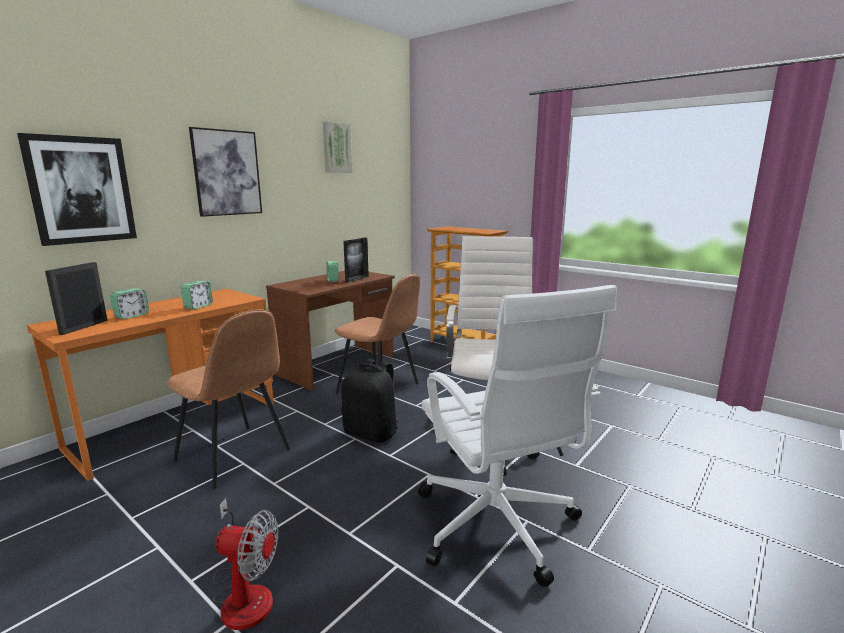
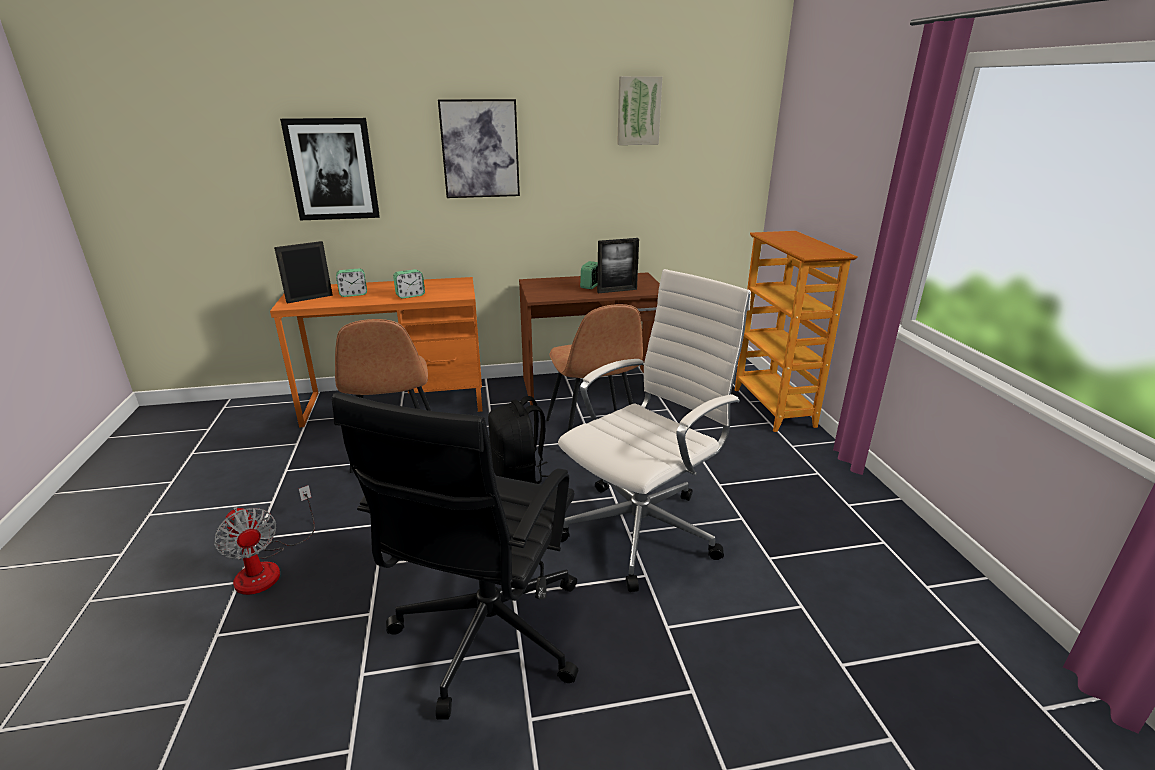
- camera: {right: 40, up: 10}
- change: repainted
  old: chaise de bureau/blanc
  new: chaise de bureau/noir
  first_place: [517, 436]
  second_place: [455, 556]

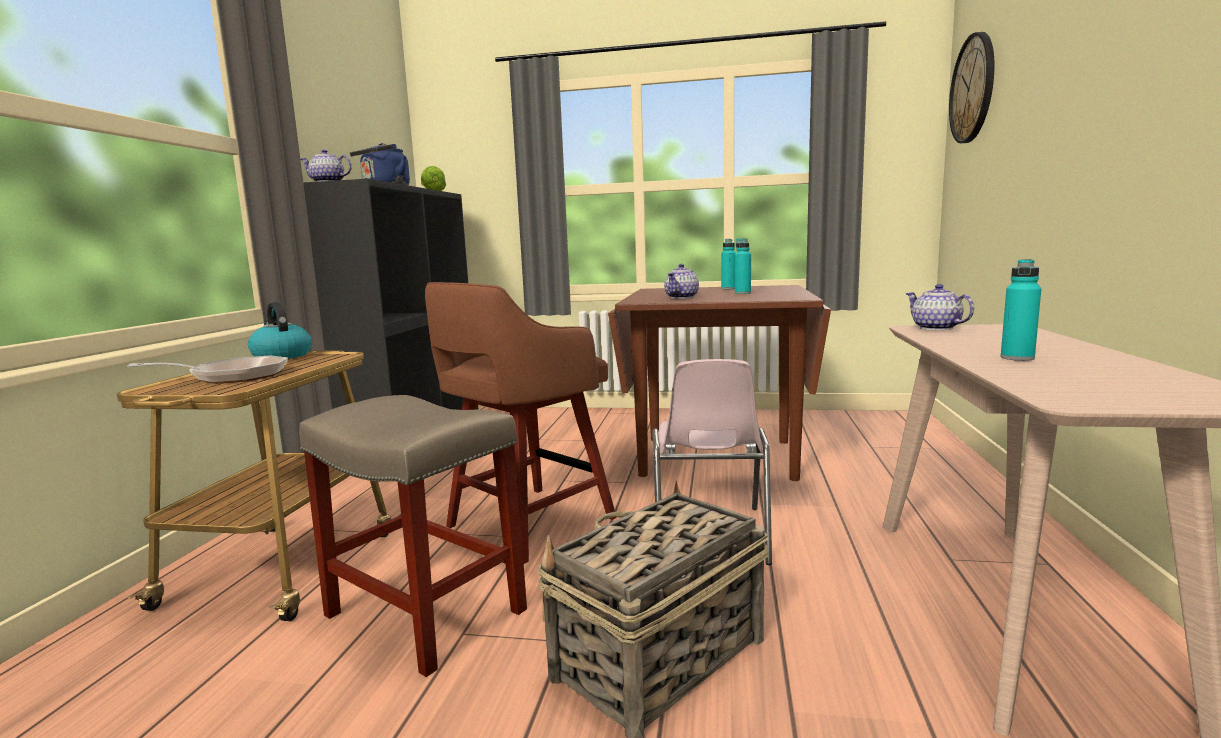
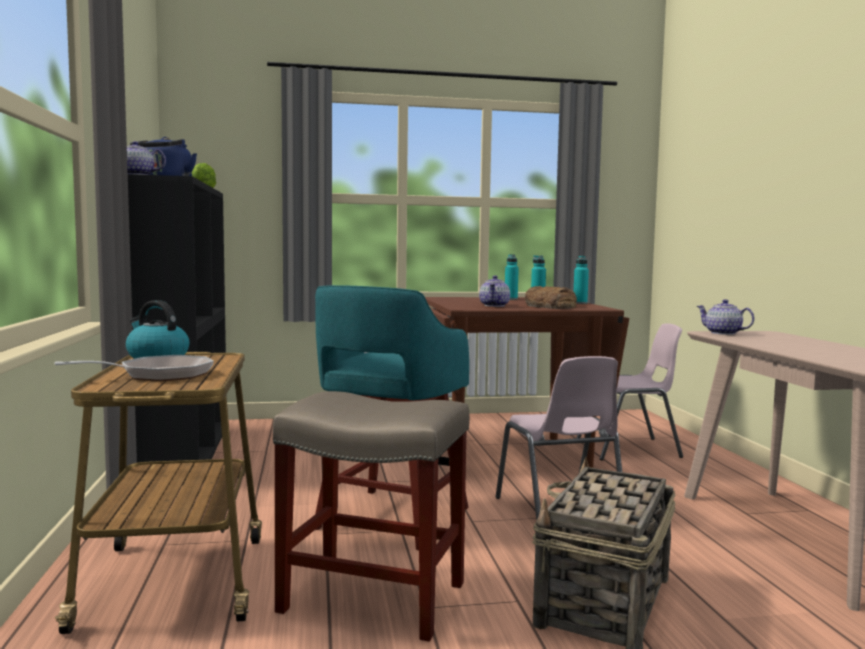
- camera: {right: -20, up: -5}
- change: gone
  old: horloge murale
  first_place: [972, 87]
- change: shifted
  old: bouteille/turquoise
  first_place: [1020, 310]
  second_place: [581, 280]
- change: repainted
  old: tabouret/marron
  new: tabouret/turquoise
  first_place: [521, 423]
  second_place: [392, 417]
- change: new
  new: pain
  second_place: [551, 297]
- change: new
  new: chaise/rose
  second_place: [630, 392]

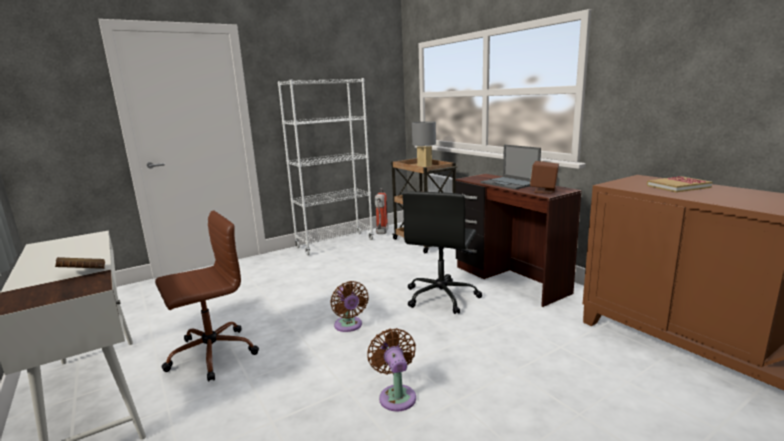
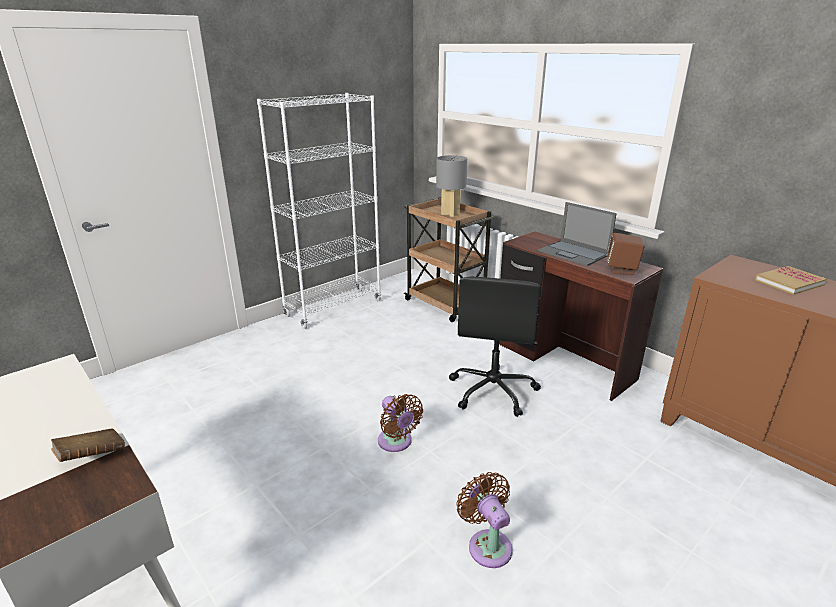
- camera: {right: -10, up: 10}
- change: gone
  old: extincteur
  first_place: [382, 211]
- change: gone
  old: chaise de bureau/marron
  first_place: [207, 296]

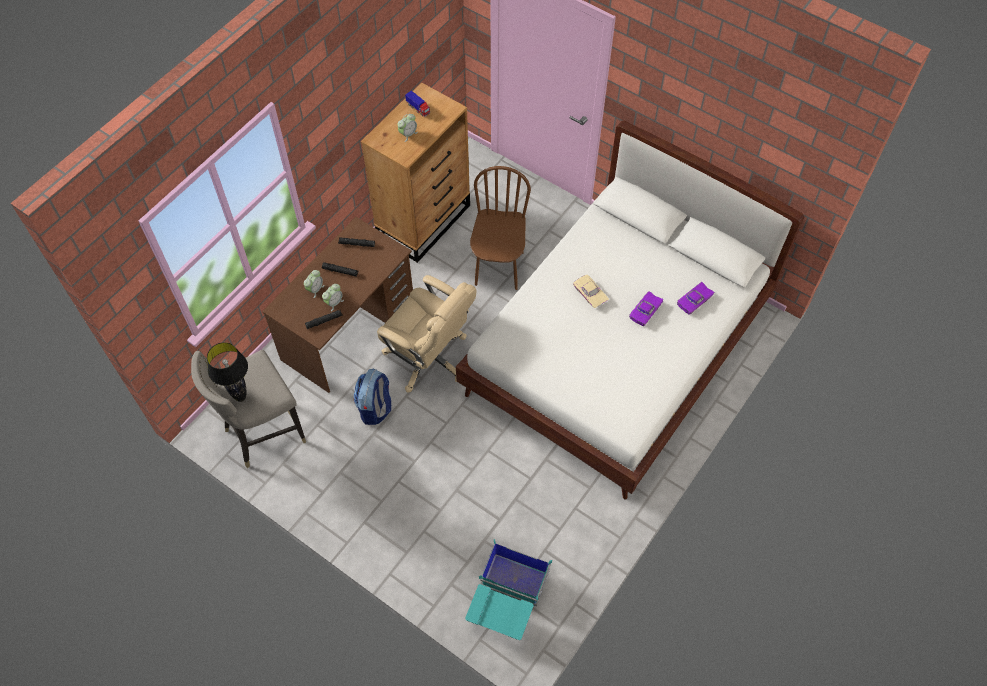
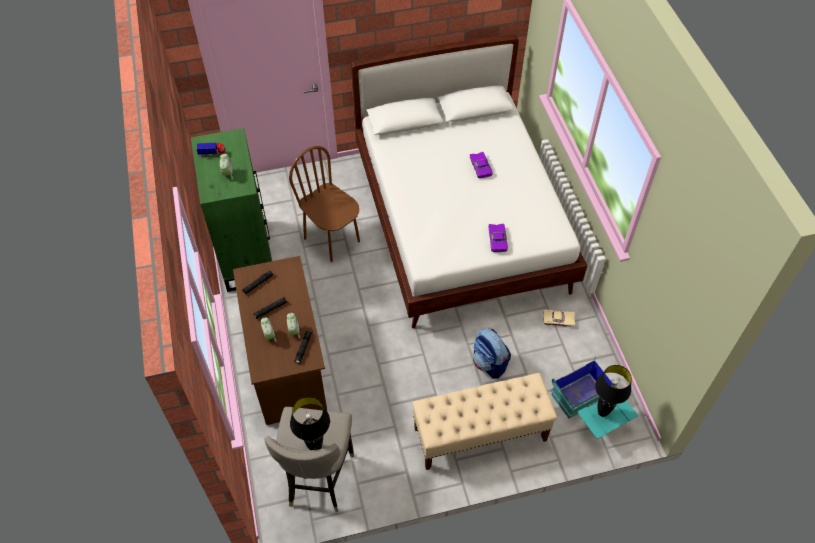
- camera: {right: -50, up: -5}
- change: repainted
  old: commode/marron
  new: commode/vert
  first_place: [415, 173]
  second_place: [231, 210]
- change: gone
  old: chaise de bureau/beige
  first_place: [426, 334]
- change: shifted
  old: petite voiture/beige
  first_place: [591, 291]
  second_place: [559, 318]
- change: shifted
  old: petite voiture/violet
  first_place: [696, 298]
  second_place: [498, 238]
- change: shifted
  old: sac à dos
  first_place: [372, 397]
  second_place: [492, 353]
- change: new
  new: lampe de table/noir
  second_place: [613, 391]
- change: new
  new: banc/beige
  second_place: [484, 421]

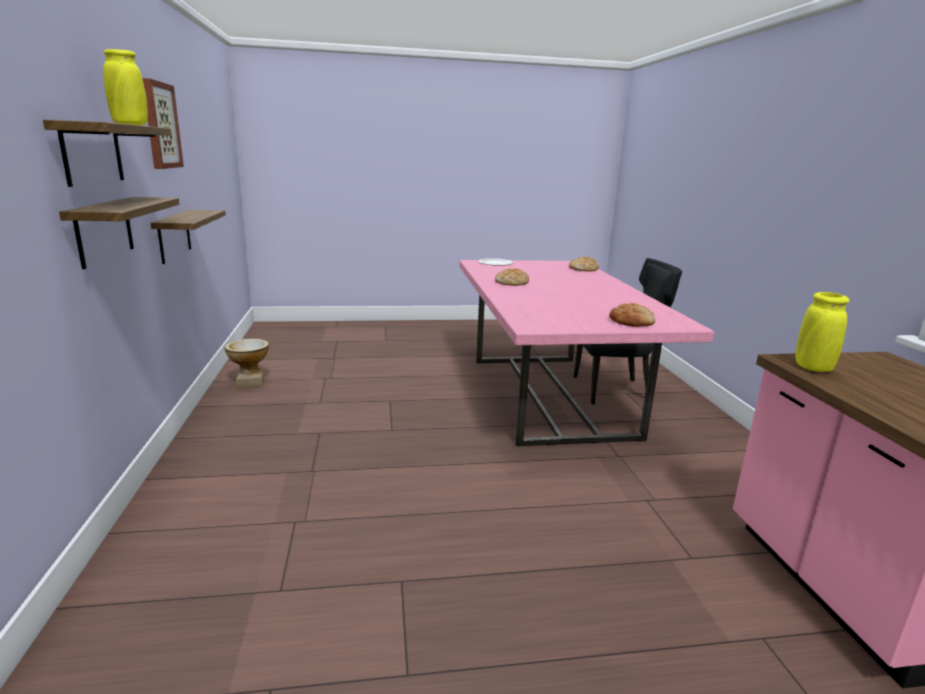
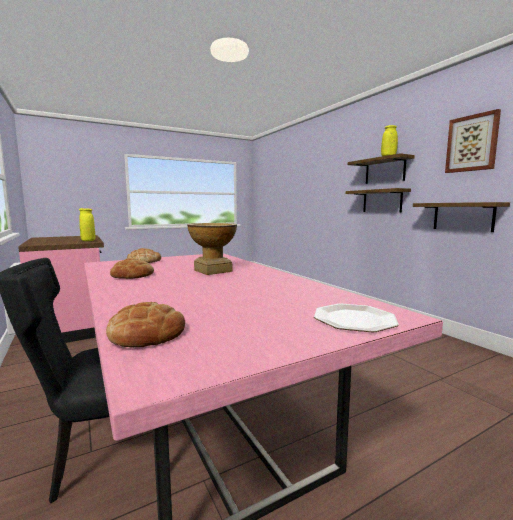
- camera: {right: 160, up: -10}
- change: shifted
  old: pain
  first_place: [512, 277]
  second_place: [132, 268]
- change: shifted
  old: vase
  first_place: [246, 363]
  second_place: [212, 249]

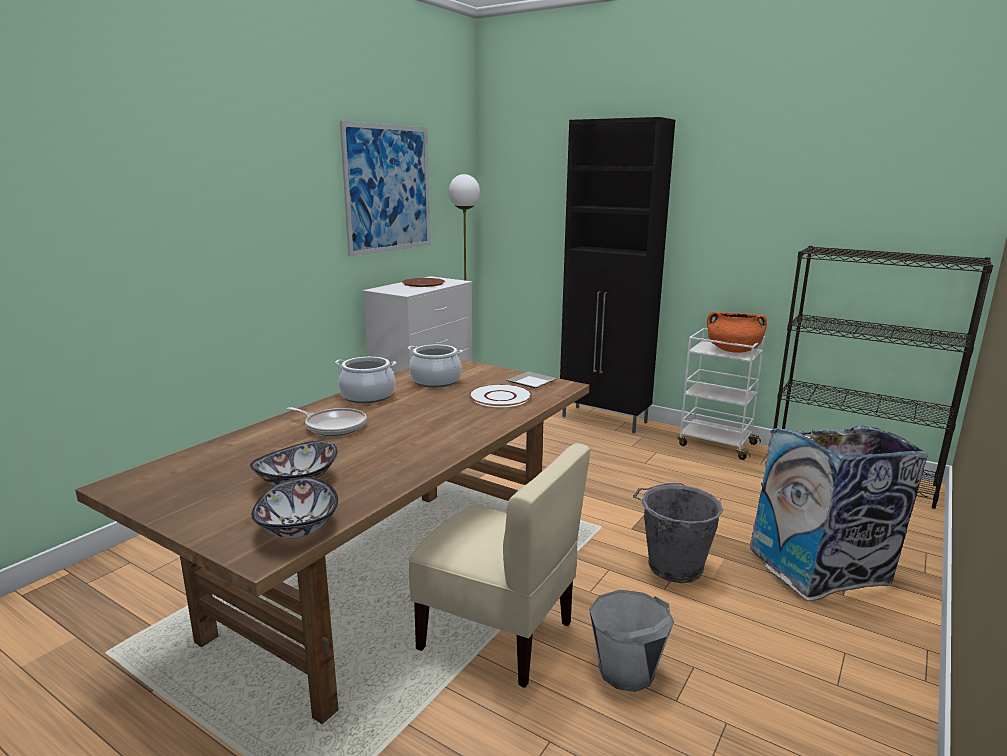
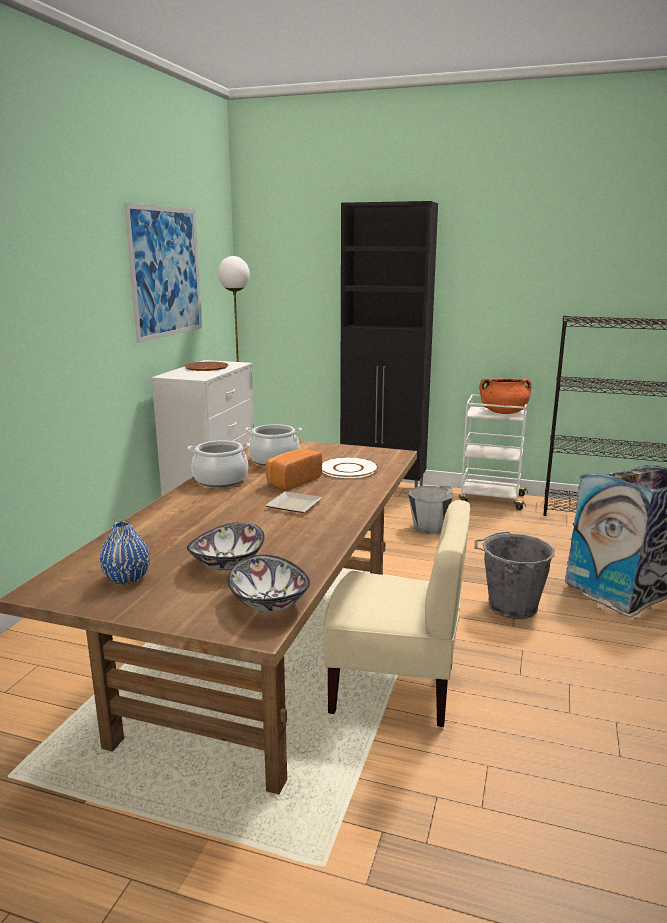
- camera: {right: -15, up: 0}
- change: shifted
  old: assiette
  first_place: [532, 379]
  second_place: [294, 502]
- change: gone
  old: poêle
  first_place: [327, 421]
- change: shifted
  old: seau/gris
  first_place: [631, 641]
  second_place: [431, 510]
- change: new
  new: pain
  second_place: [294, 469]
- change: new
  new: vase/bleu
  second_place: [125, 553]

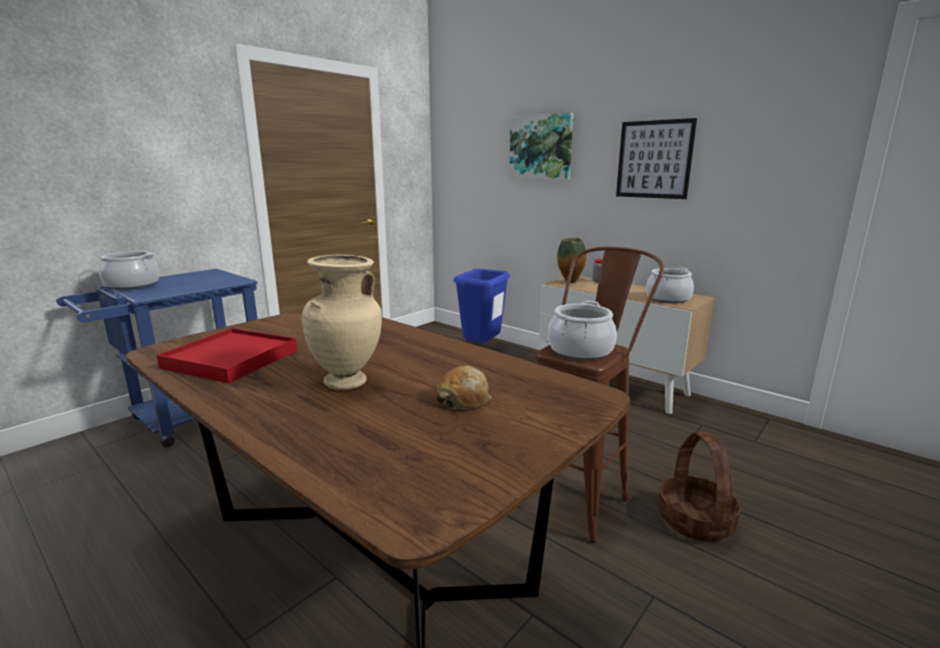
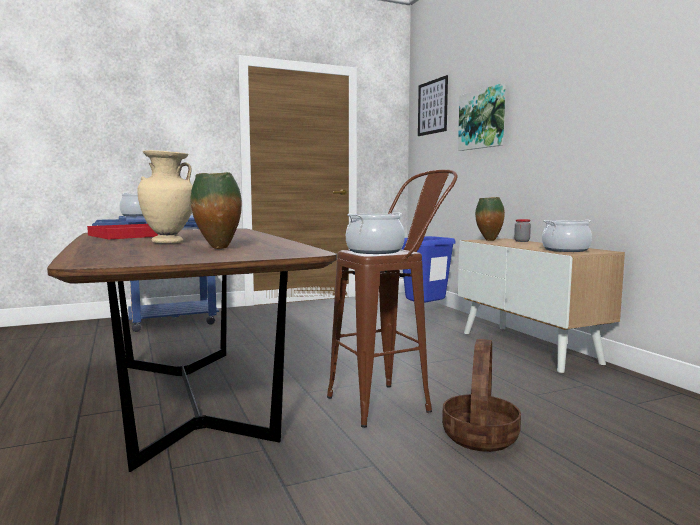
- camera: {right: 25, up: -10}
- change: shifted
  old: tableau
  first_place: [656, 158]
  second_place: [433, 105]
- change: swapped
  old: pain
  new: vase
  first_place: [463, 387]
  second_place: [216, 210]

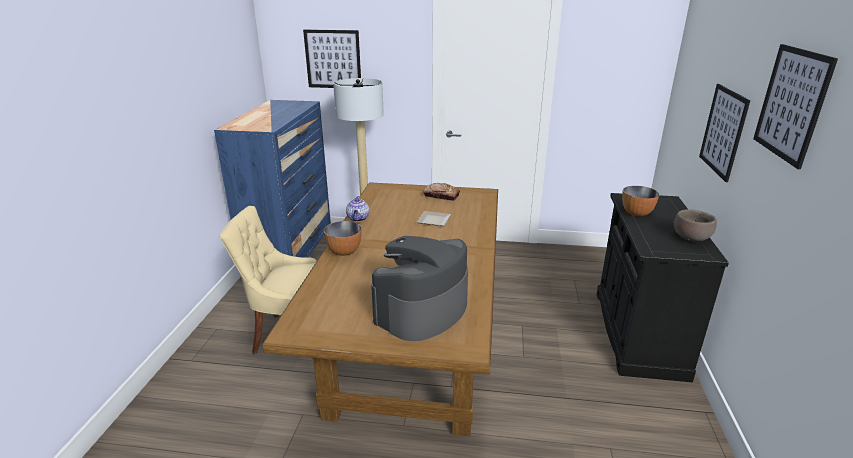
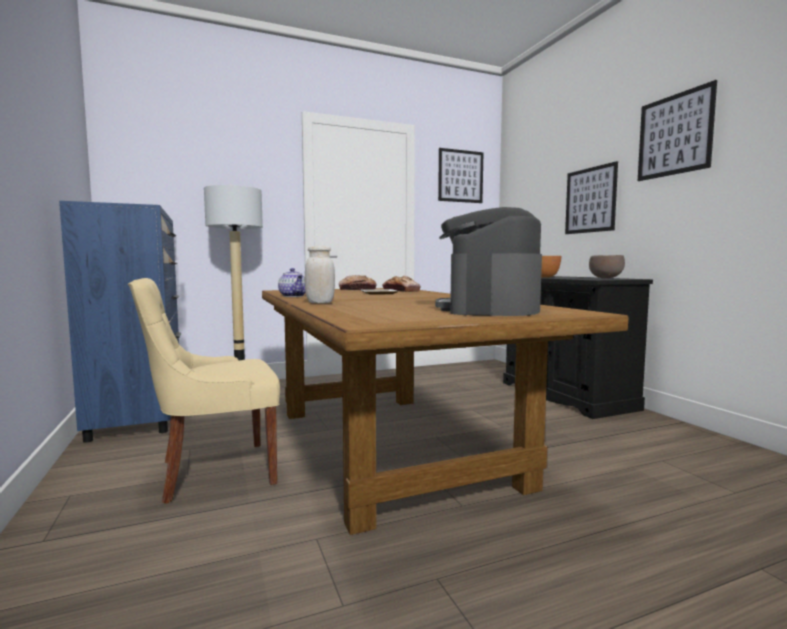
- camera: {right: -30, up: -20}
- change: shifted
  old: tableau
  first_place: [332, 59]
  second_place: [460, 175]
- change: swapped
  old: bol
  new: bocal/blanc
  first_place: [343, 238]
  second_place: [320, 274]
- change: new
  new: pain
  second_place: [401, 284]

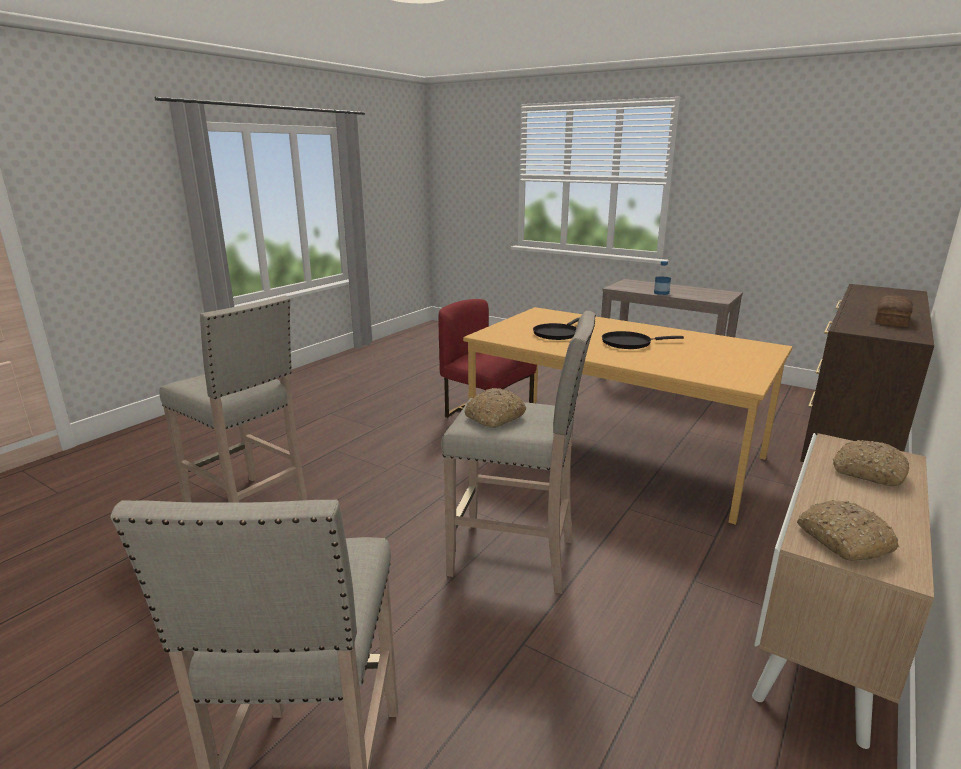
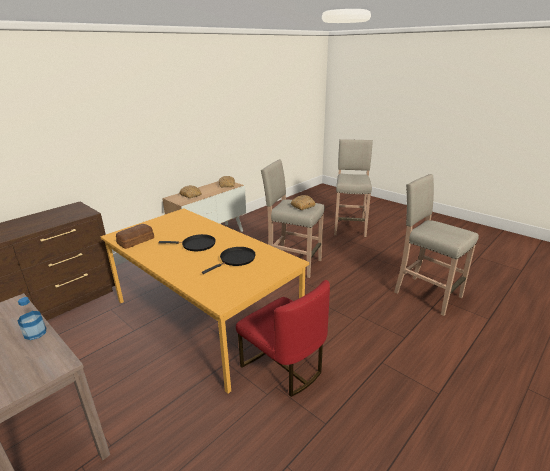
- camera: {right: -170, up: 5}
- change: shifted
  old: pain
  first_place: [894, 311]
  second_place: [135, 236]

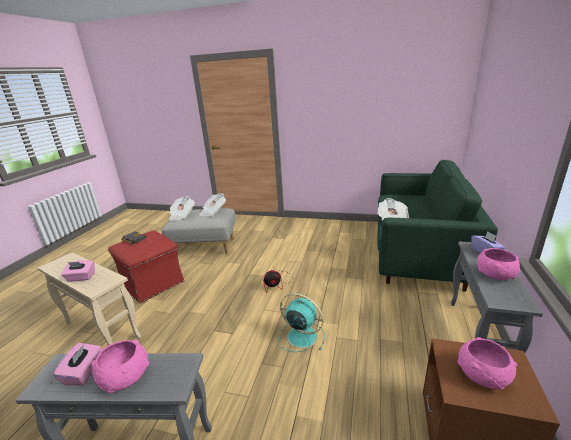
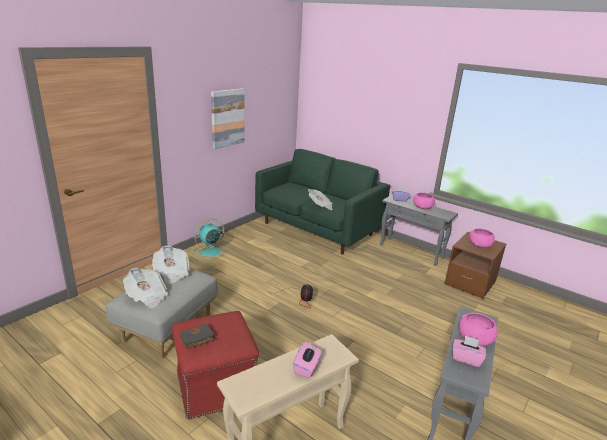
- camera: {right: -70, up: 0}
- change: shifted
  old: ventilateur/turquoise
  first_place: [301, 322]
  second_place: [211, 239]
- change: new
  new: tableau
  second_place: [228, 118]

